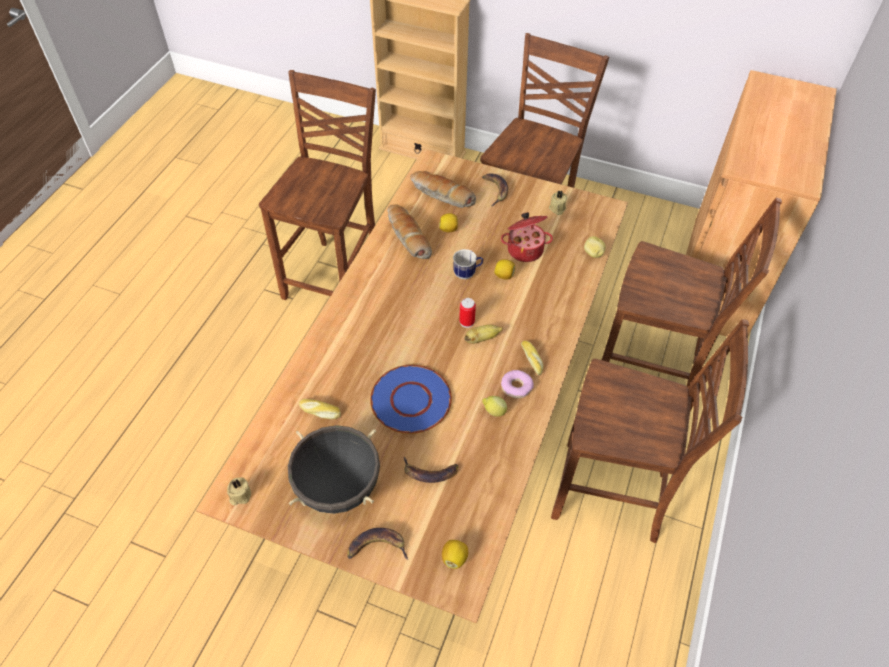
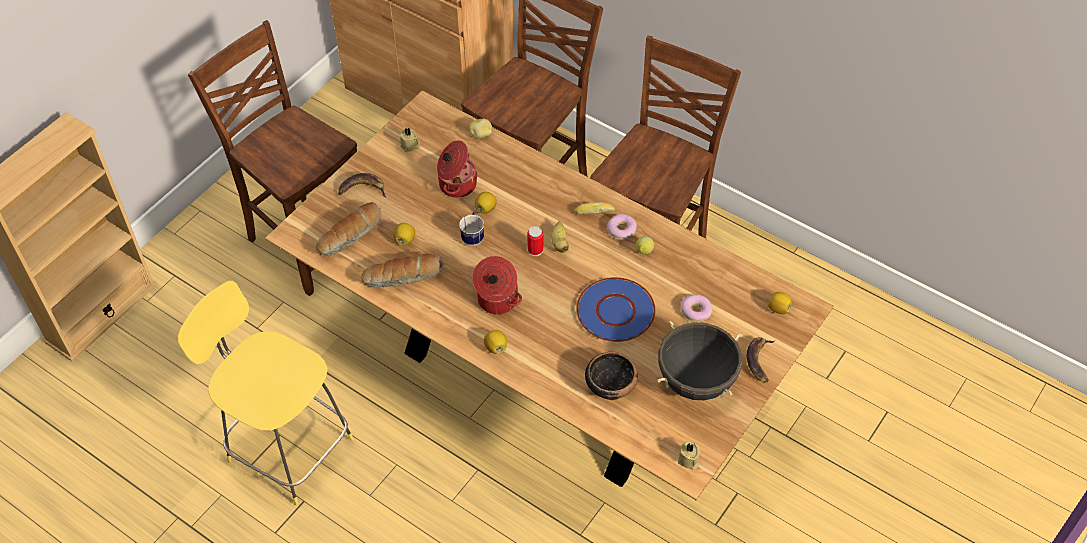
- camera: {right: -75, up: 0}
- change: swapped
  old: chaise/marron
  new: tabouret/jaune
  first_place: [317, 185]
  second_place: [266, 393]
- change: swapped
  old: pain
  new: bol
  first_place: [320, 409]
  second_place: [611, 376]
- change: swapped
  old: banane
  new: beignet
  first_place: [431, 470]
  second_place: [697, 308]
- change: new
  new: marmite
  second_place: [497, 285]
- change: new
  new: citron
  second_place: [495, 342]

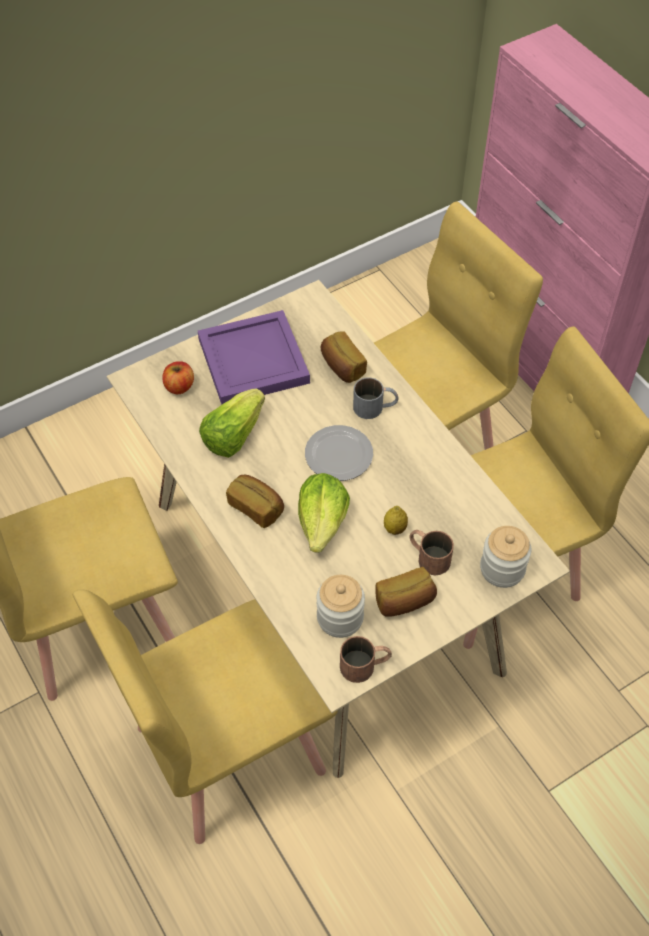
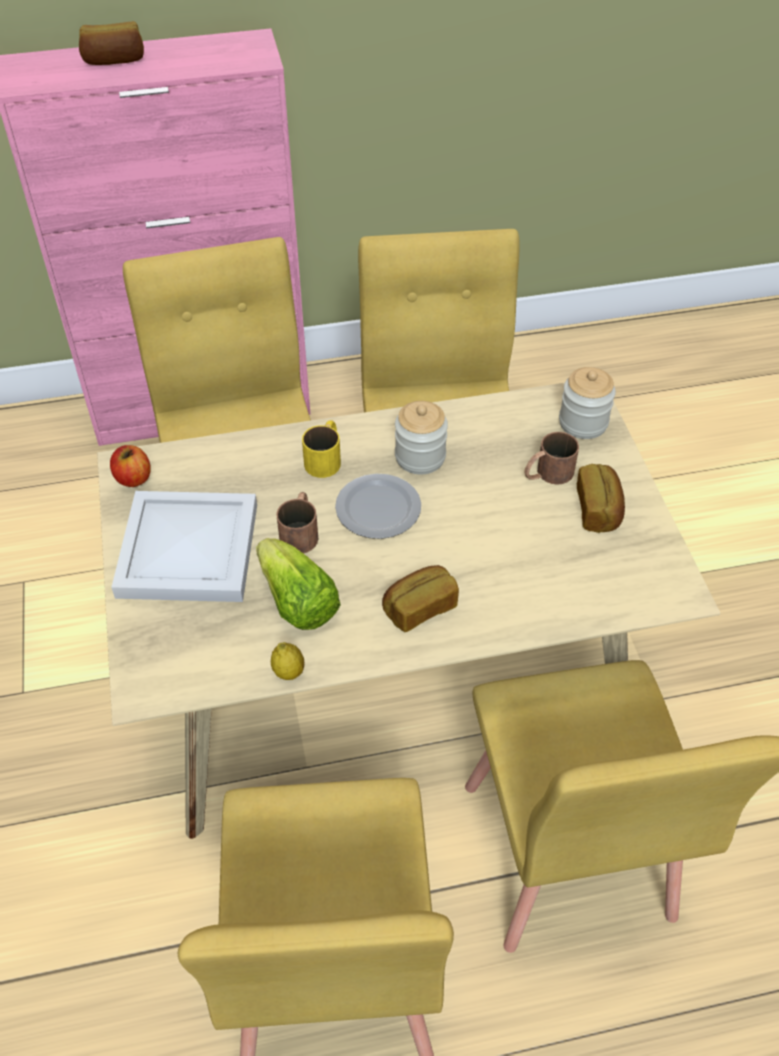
- camera: {right: -70, up: -5}
- change: repainted
  old: plateau/violet
  new: plateau/blanc
  first_place: [254, 357]
  second_place: [184, 546]
- change: shifted
  old: pain
  first_place: [344, 357]
  second_place: [111, 43]
- change: shifted
  old: pomme
  first_place: [178, 377]
  second_place: [130, 466]
- change: repainted
  old: mug/gris
  new: mug/jaune
  first_place: [376, 398]
  second_place: [321, 449]
- change: gone
  old: laitue
  first_place: [324, 513]
- change: shifted
  old: citron
  first_place: [396, 520]
  second_place: [287, 661]
- change: shifted
  old: bocal
  first_place: [340, 606]
  second_place: [421, 437]
- change: shifted
  old: mug/marron
  first_place: [366, 659]
  second_place: [297, 523]

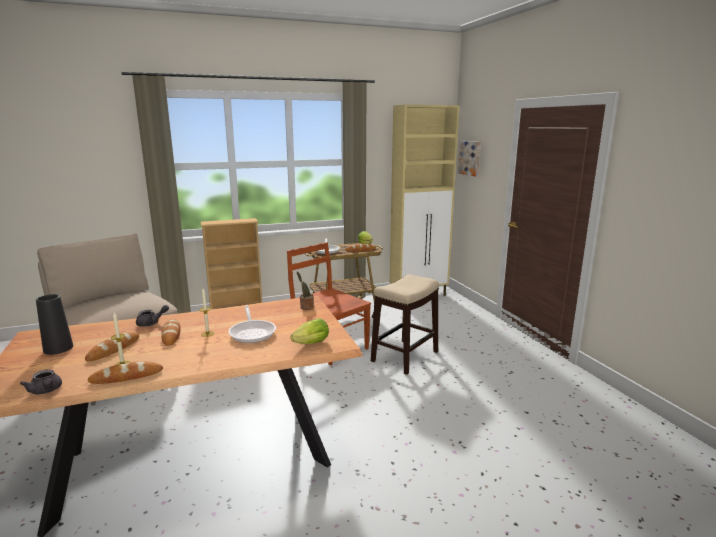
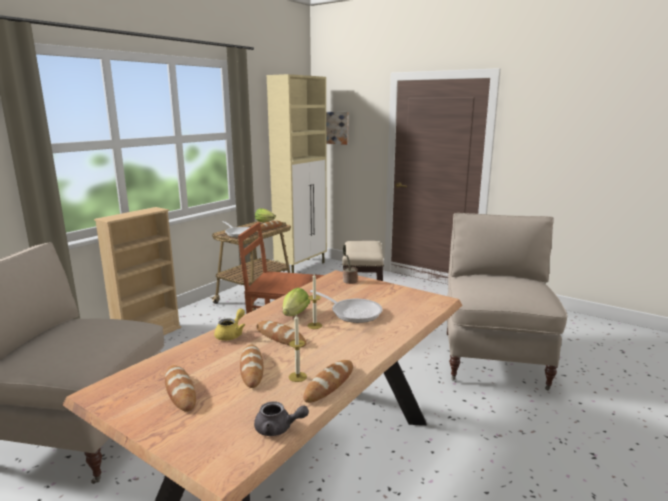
- camera: {right: -35, up: 0}
- change: swapped
  old: vase/noir
  new: pain
  first_place: [54, 324]
  second_place: [180, 388]
- change: repainted
  old: théière/gris
  new: théière/jaune
  first_place: [152, 316]
  second_place: [229, 325]
- change: shifted
  old: laitue
  first_place: [310, 331]
  second_place: [296, 302]
- change: new
  new: chaise/beige
  second_place: [507, 302]

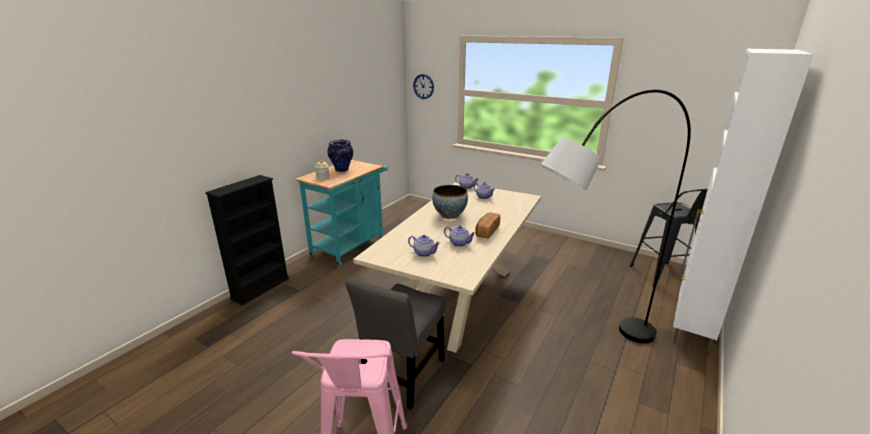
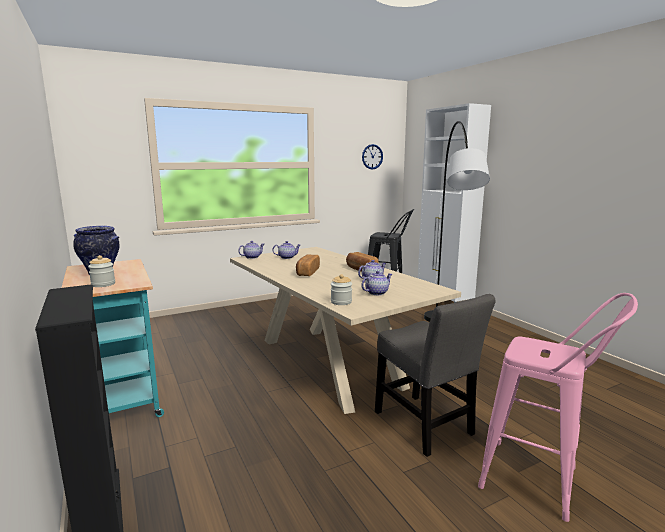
- camera: {right: -60, up: -10}
- change: shifted
  old: horloge murale
  first_place: [423, 86]
  second_place: [372, 157]
- change: swapped
  old: bol
  new: pain
  first_place: [450, 202]
  second_place: [308, 265]
- change: new
  new: bocal
  second_place: [341, 289]

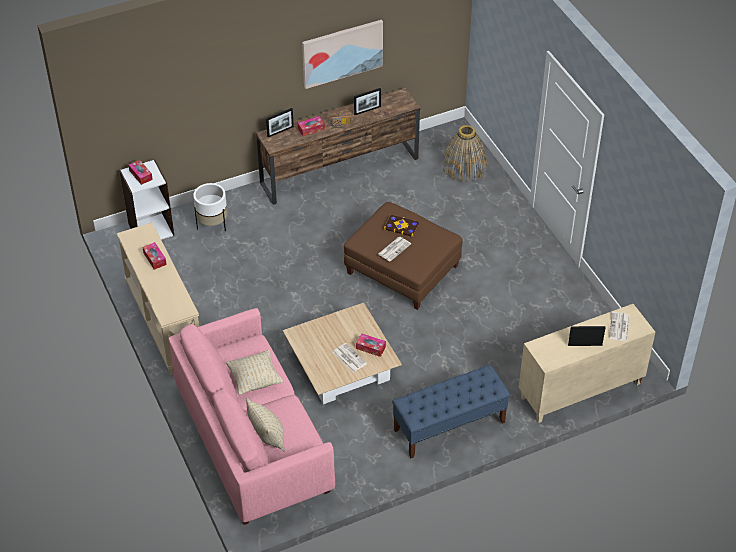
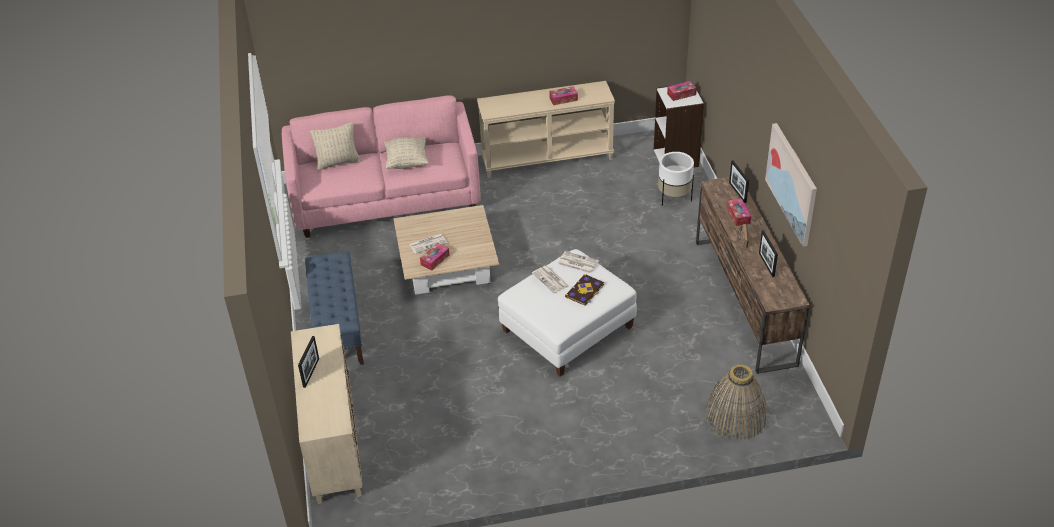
- camera: {right: 105, up: -5}
- change: repainted
  old: pouf/marron
  new: pouf/blanc
  first_place: [403, 256]
  second_place: [567, 312]
- change: shifted
  old: journal
  first_place: [619, 326]
  second_place: [578, 262]

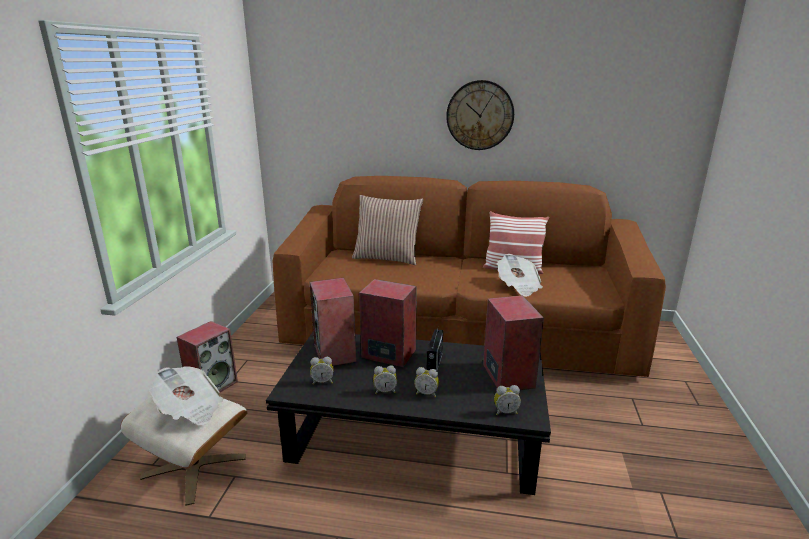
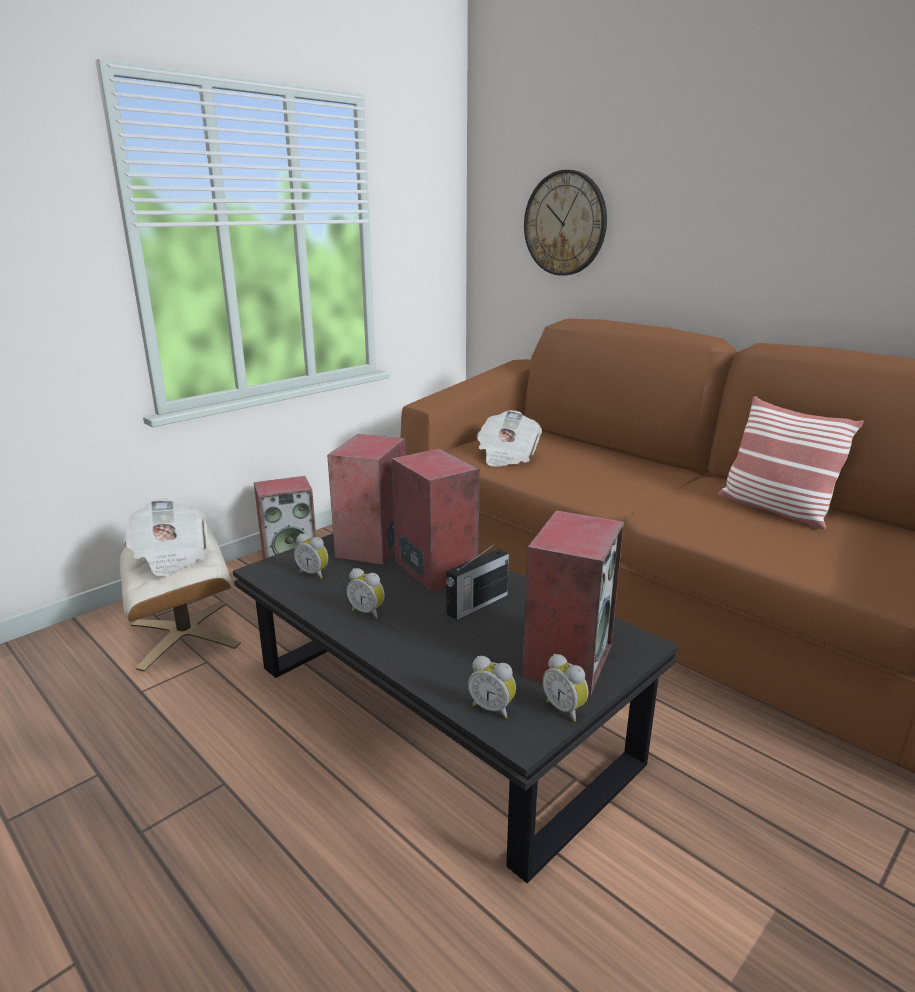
- camera: {right: 35, up: 0}
- change: shifted
  old: horloge murale
  first_place: [480, 115]
  second_place: [565, 223]
- change: gone
  old: coussin
  first_place: [388, 230]
- change: shifted
  old: journal
  first_place: [520, 275]
  second_place: [509, 438]
- change: shifted
  old: réveil
  first_place: [426, 382]
  second_place: [565, 688]

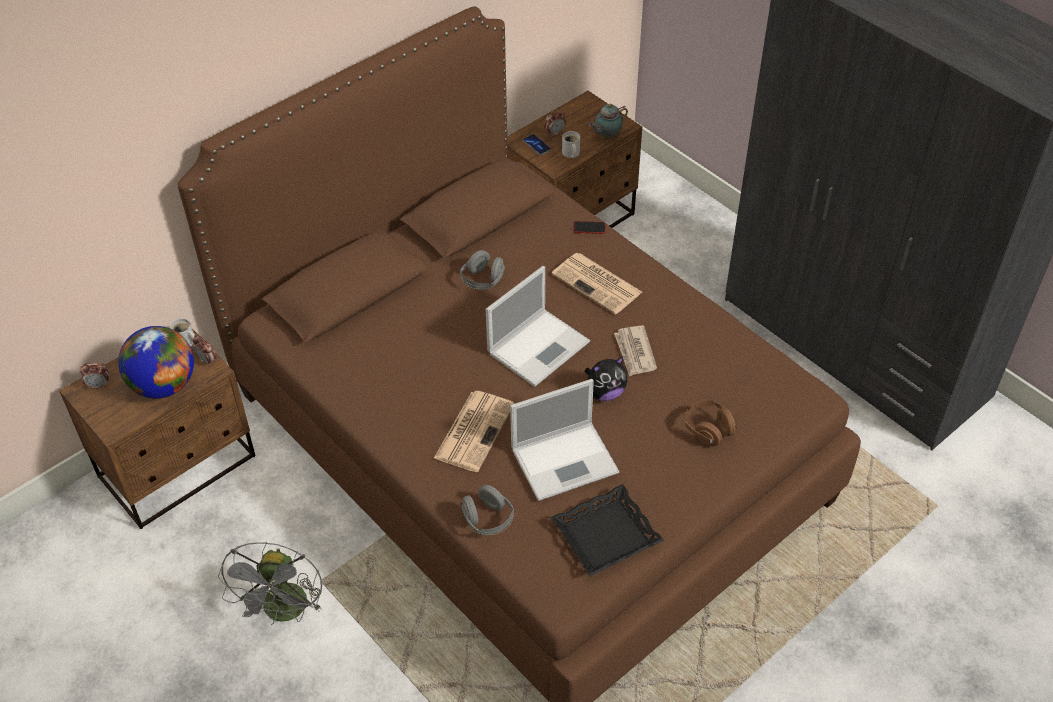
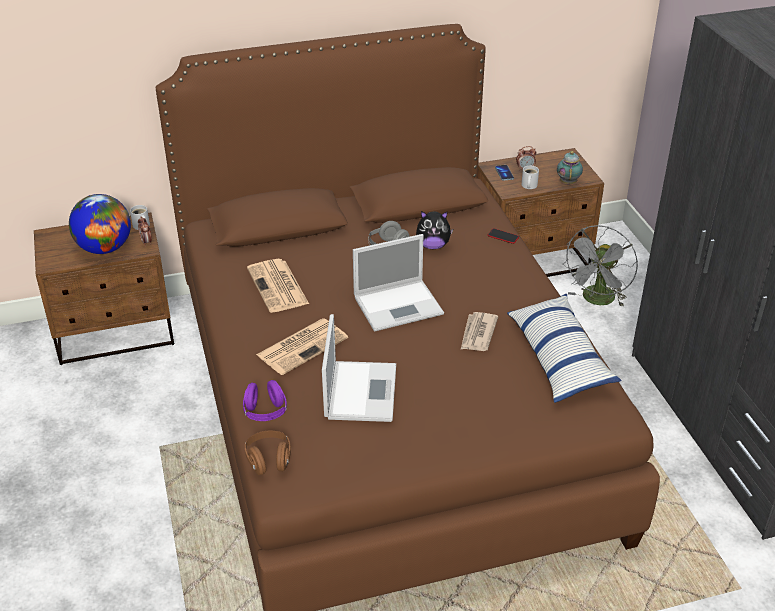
- camera: {right: 25, up: -10}
- change: rotated
  old: théière
  first_place: [608, 121]
  second_place: [570, 168]
  degrees: 105
- change: shifted
  old: journal
  first_place: [597, 283]
  second_place: [278, 286]
- change: shifted
  old: peluche
  first_place: [606, 379]
  second_place: [434, 230]
- change: gone
  old: réveil
  first_place: [94, 375]
- change: rotated
  old: ordinateur portable
  first_place: [564, 440]
  second_place: [359, 368]
  degrees: -90
- change: shifted
  old: casque audio/marron
  first_place: [711, 423]
  second_place: [268, 453]
- change: gone
  old: plateau/noir
  first_place: [607, 530]
- change: repainted
  old: casque audio/gris
  new: casque audio/violet
  first_place: [487, 510]
  second_place: [265, 400]
- change: shifted
  old: ventilateur/gris
  first_place: [270, 583]
  second_place: [600, 266]
- change: new
  new: coussin
  second_place: [564, 348]

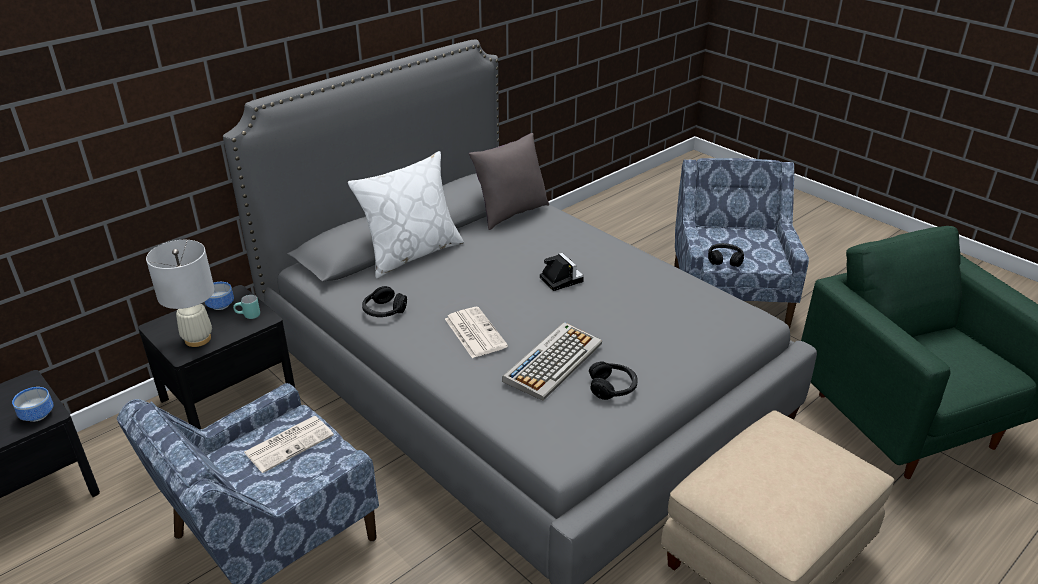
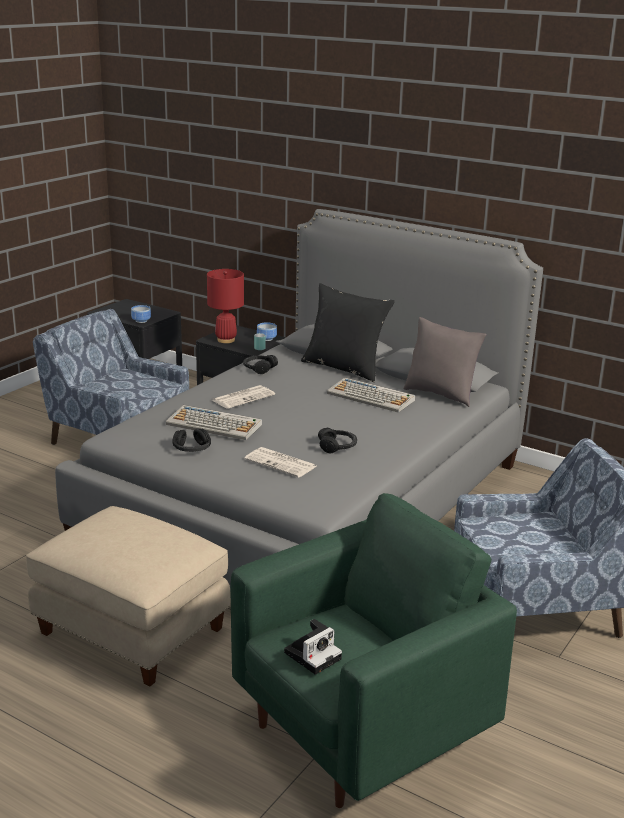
- camera: {right: 75, up: -10}
- change: repainted
  old: coussin/blanc
  new: coussin/noir
  first_place: [406, 214]
  second_place: [348, 332]
- change: repainted
  old: lampe de table/blanc
  new: lampe de table/rouge
  first_place: [180, 293]
  second_place: [225, 306]
- change: shifted
  old: casque audio/noir
  first_place: [726, 255]
  second_place: [337, 440]
- change: shifted
  old: appareil photo
  first_place: [562, 272]
  second_place: [313, 647]
- change: shifted
  old: journal
  first_place: [289, 444]
  second_place: [280, 462]
- change: new
  new: clavier
  second_place: [371, 395]

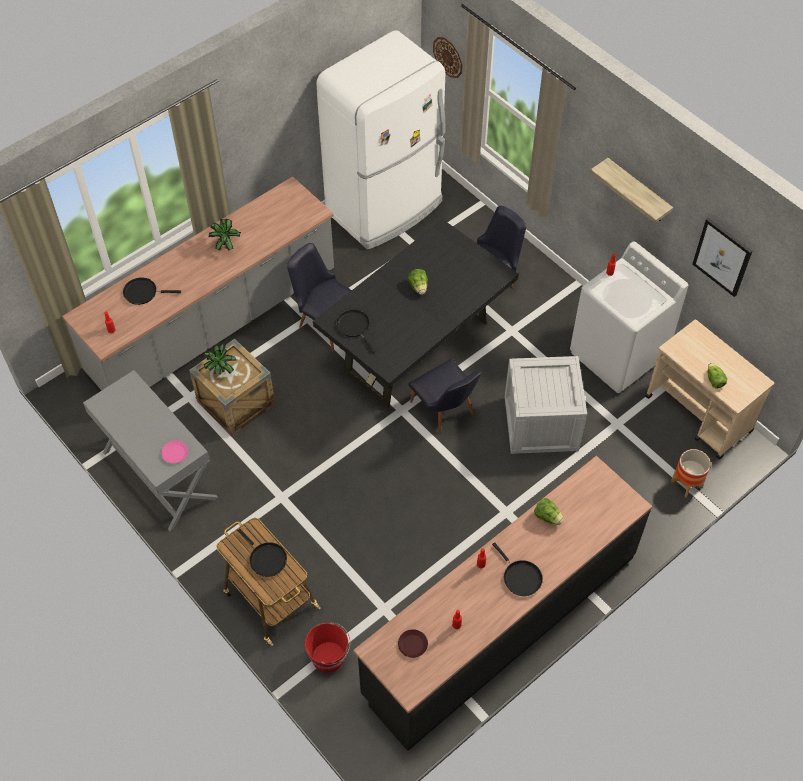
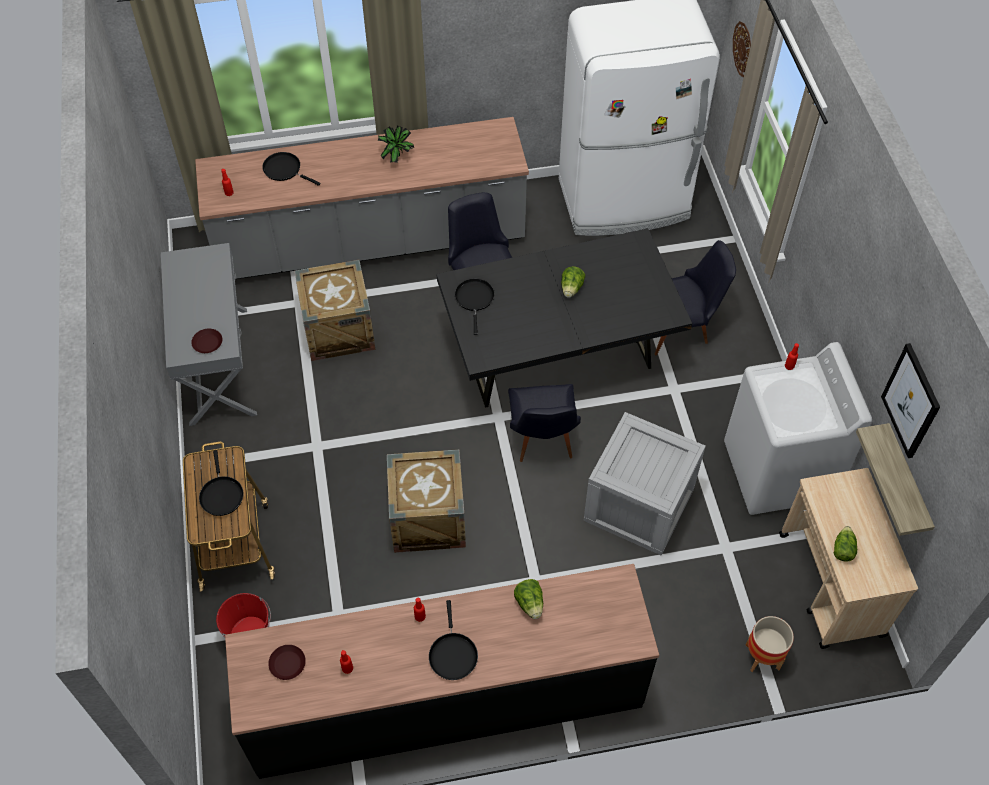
- camera: {right: 30, up: 0}
- change: shifted
  old: étagère
  first_place: [631, 190]
  second_place: [895, 479]
- change: gone
  old: plante en pot
  first_place: [220, 359]
- change: repainted
  old: assiette/rose
  new: assiette/marron
  first_place: [174, 451]
  second_place: [206, 341]
- change: new
  new: caisse
  second_place: [426, 501]

